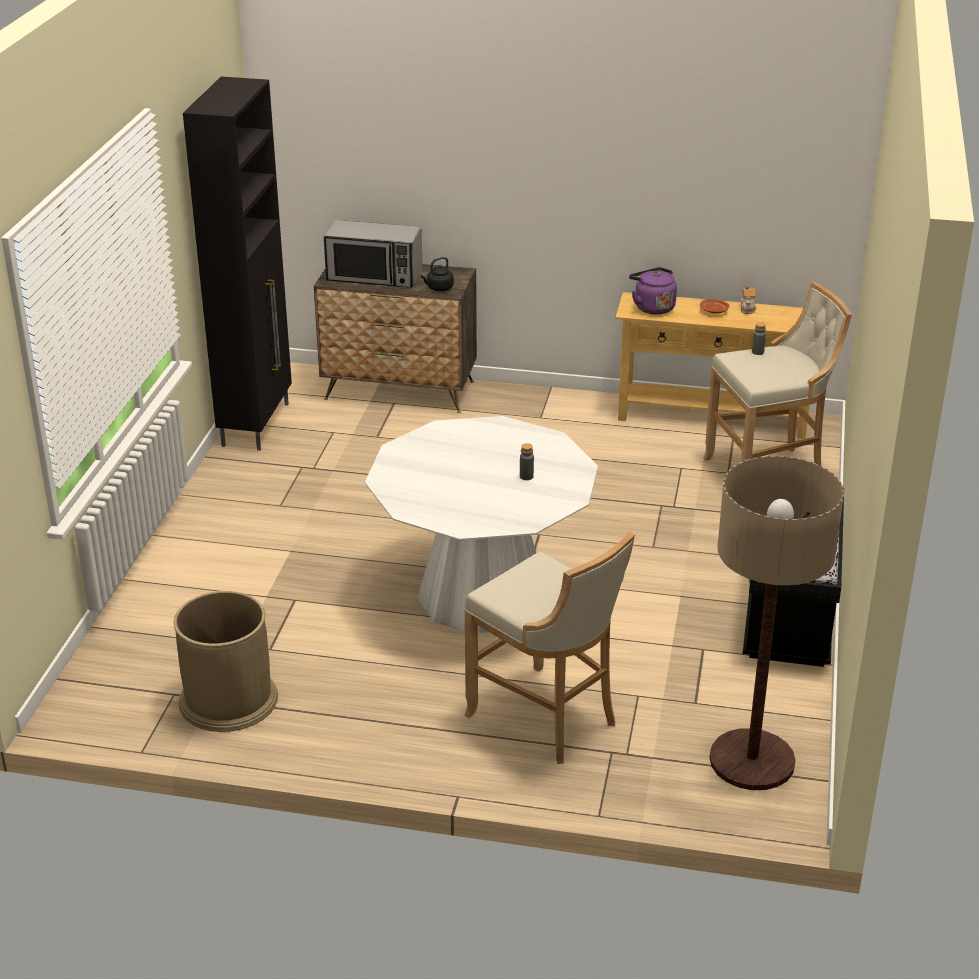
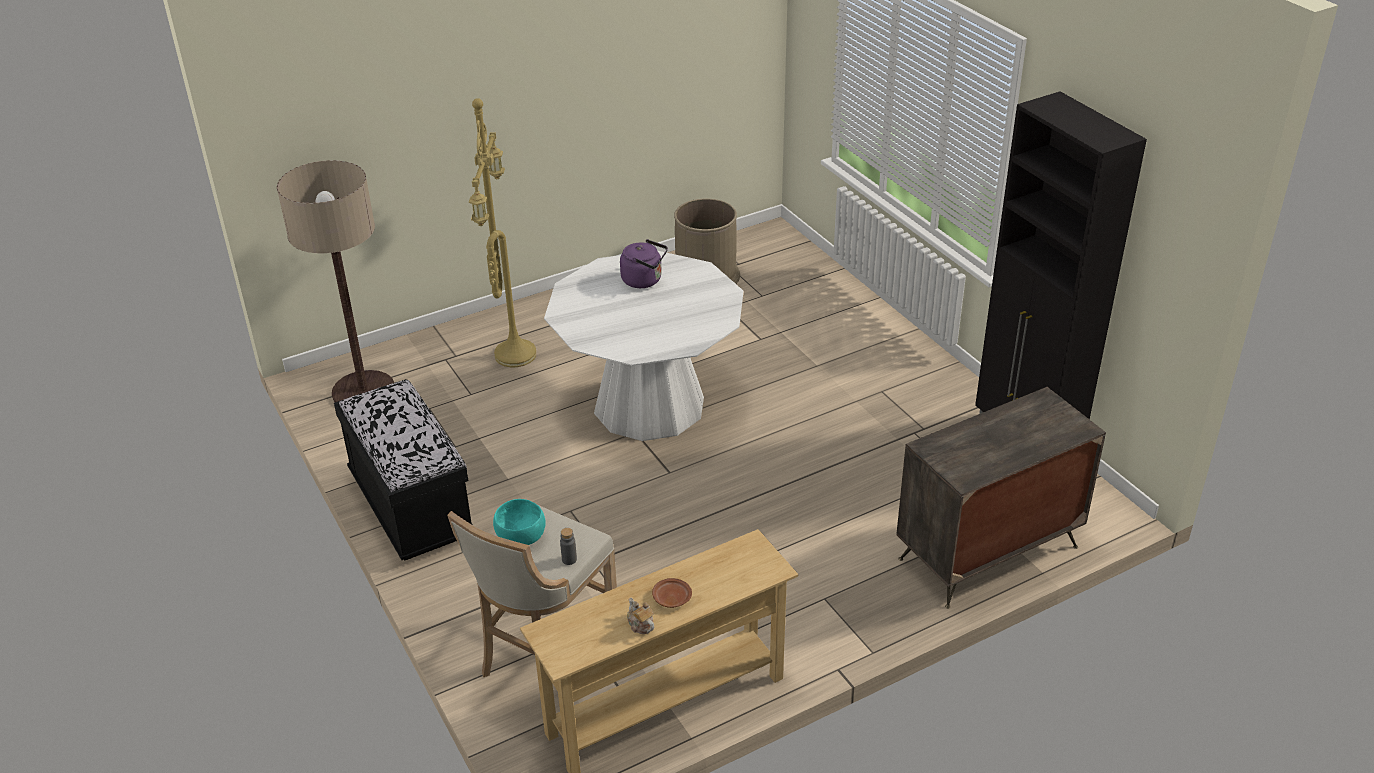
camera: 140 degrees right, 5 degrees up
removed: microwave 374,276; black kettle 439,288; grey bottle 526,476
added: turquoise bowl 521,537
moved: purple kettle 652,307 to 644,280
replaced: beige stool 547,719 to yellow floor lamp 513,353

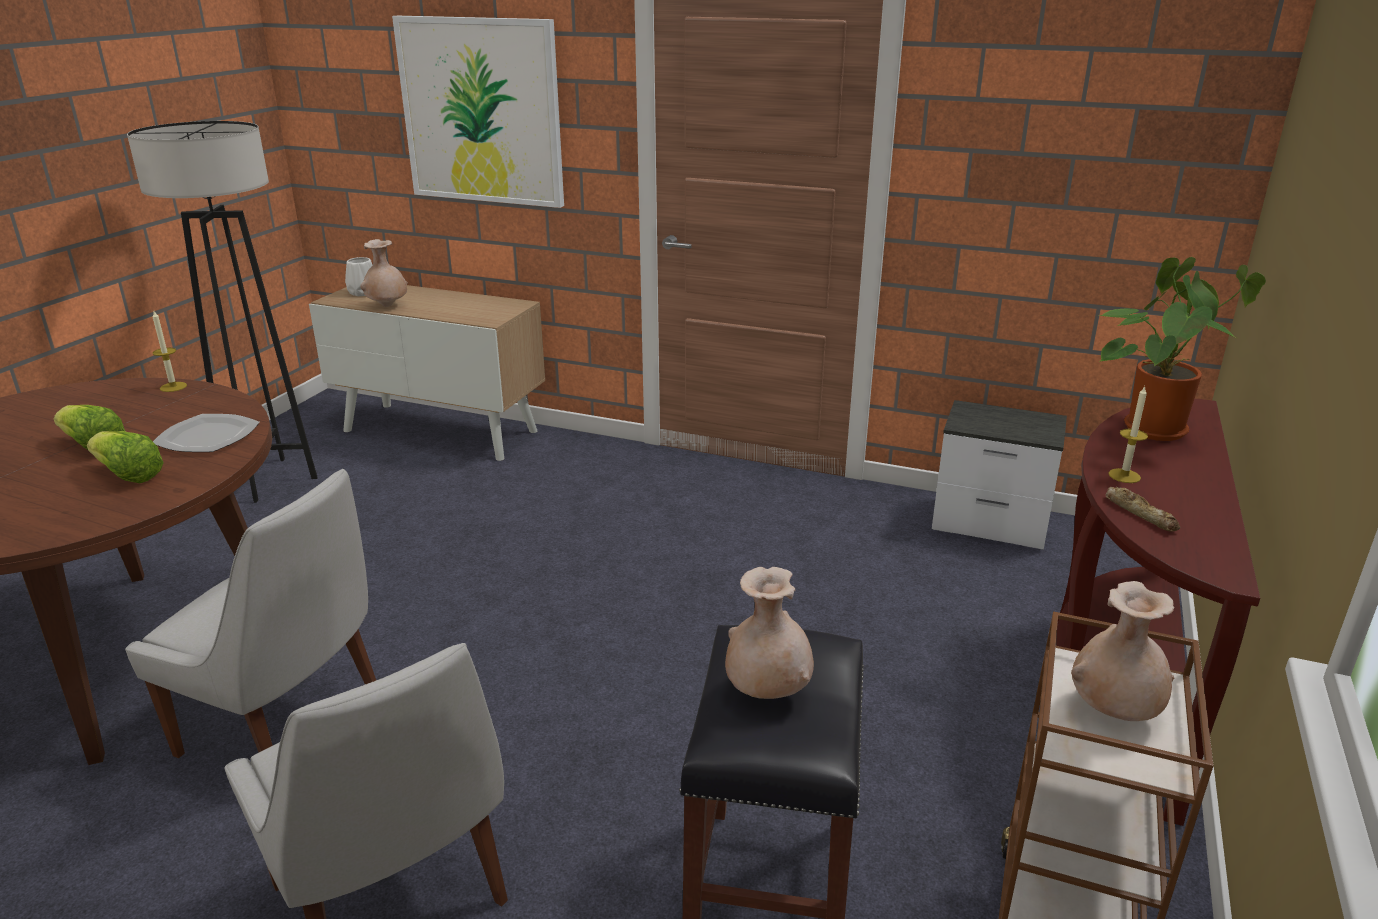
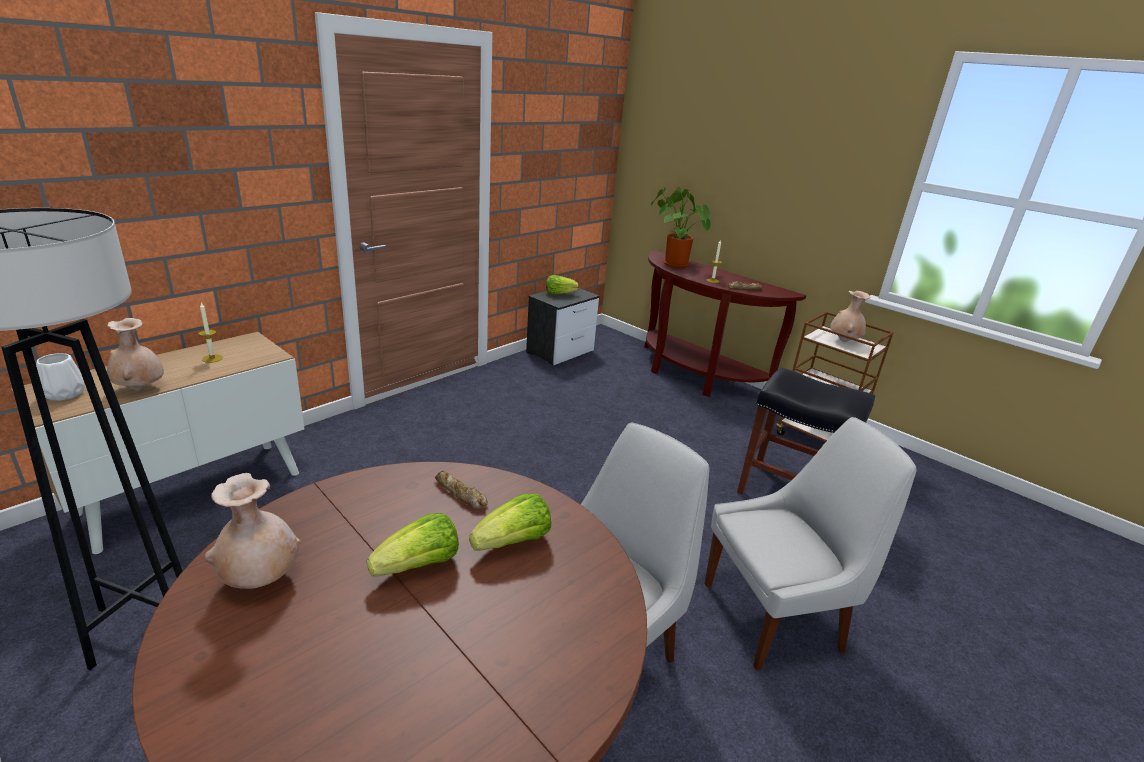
camera: 70 degrees left, 0 degrees up
removed: picture 481,111
added: lettuce 559,294
moved: candle 173,387 to 212,358; beige vase 767,691 to 260,578
replaced: plate 208,437 to bread 460,494

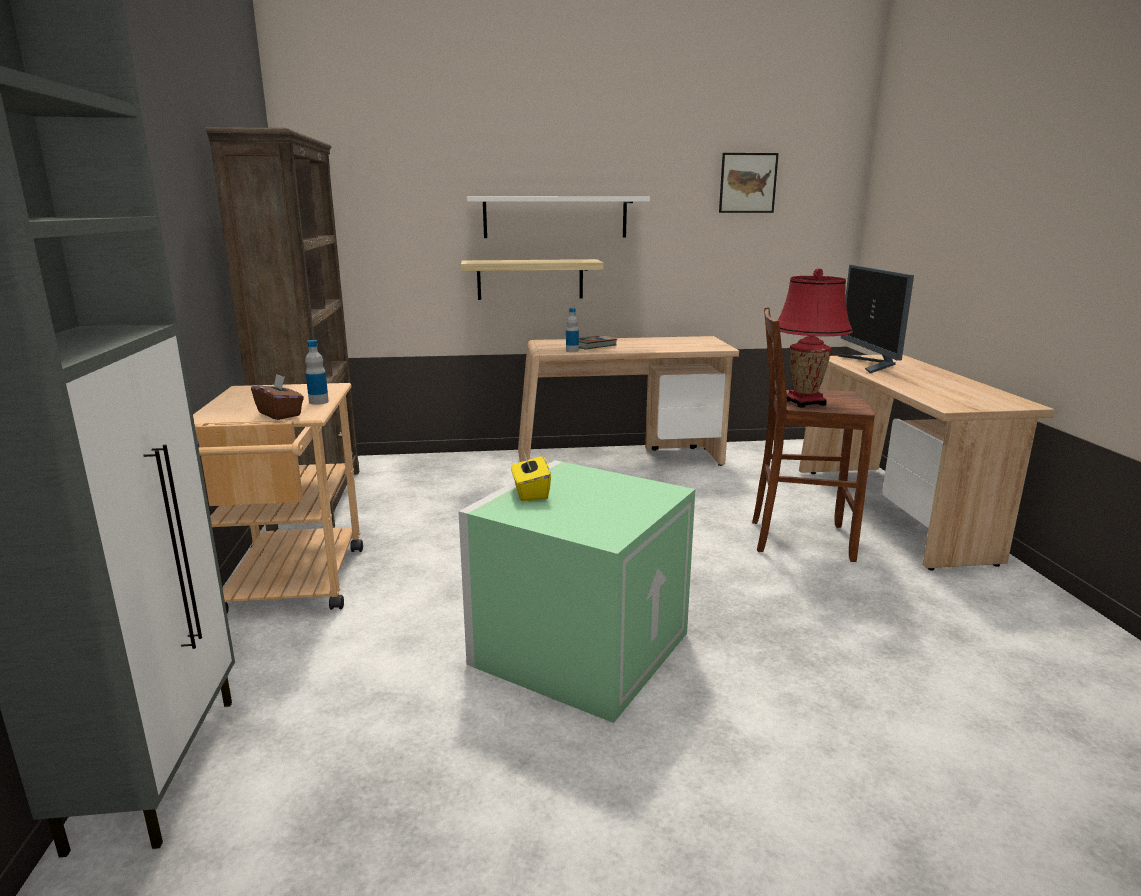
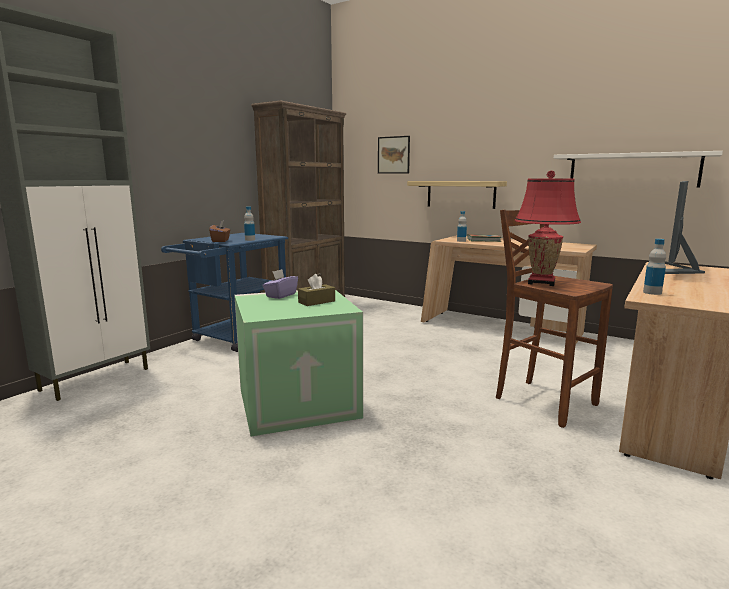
camera: 40 degrees right, 5 degrees down
added: brown tissue box 316,302; bottle 652,292
moved: white shelf 555,217 to 632,170; picture 747,183 to 393,155
recoloured: beige cart 291,588 to blue cart 235,339; yellow tissue box 530,493 to purple tissue box 280,295

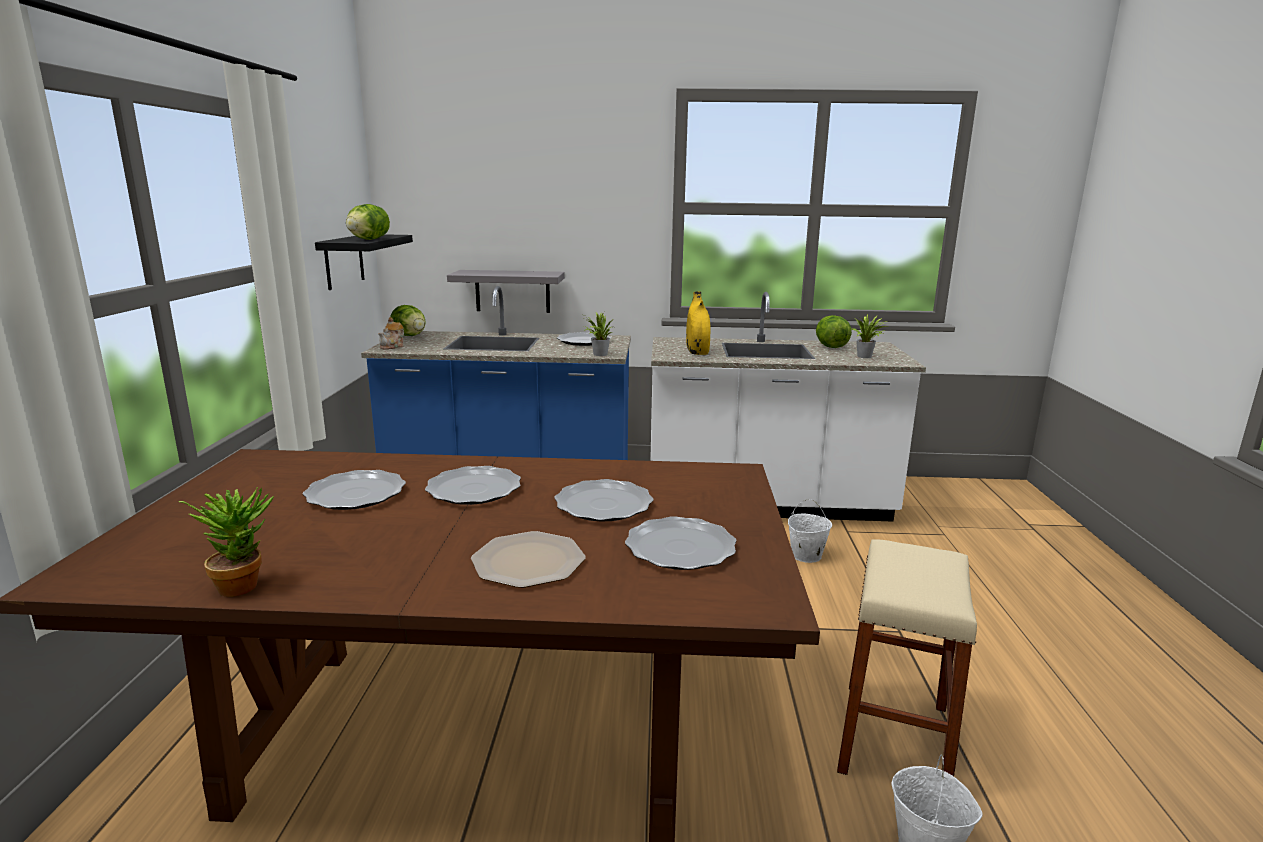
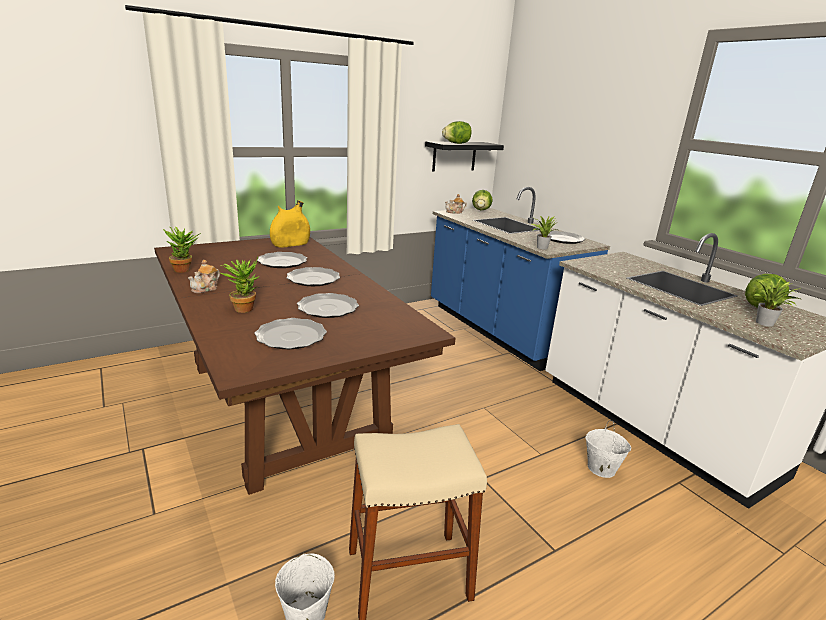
camera: 55 degrees right, 5 degrees up
removed: grey shelf 512,291
added: teapot 206,289
moved: yellow vase 697,351 to 290,244
replaced: plate 529,561 to potted plant 244,307

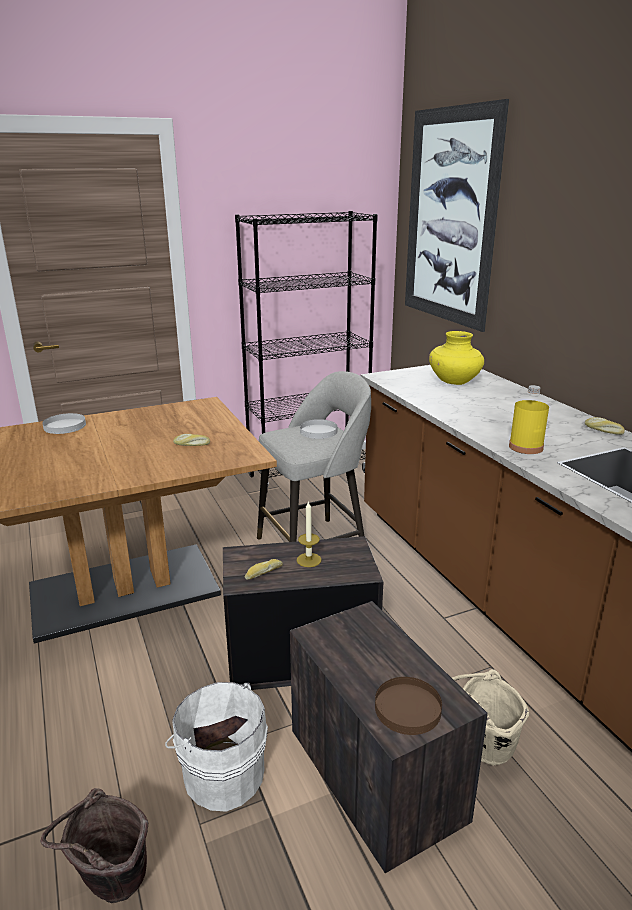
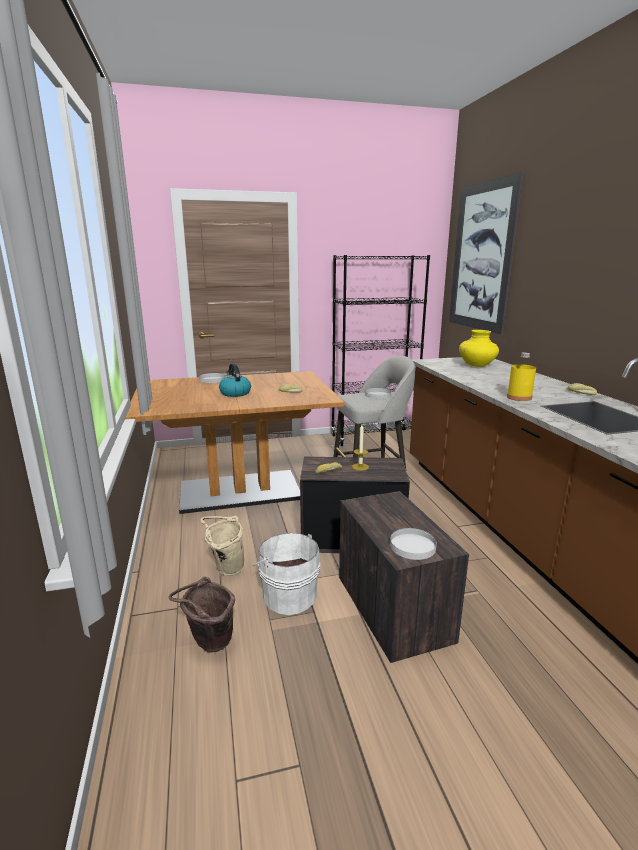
camera: 10 degrees right, 5 degrees down
added: kettle 235,393
moved: beige bucket 482,751 to 225,569
recoloured: brown plate 407,708 to white plate 412,546

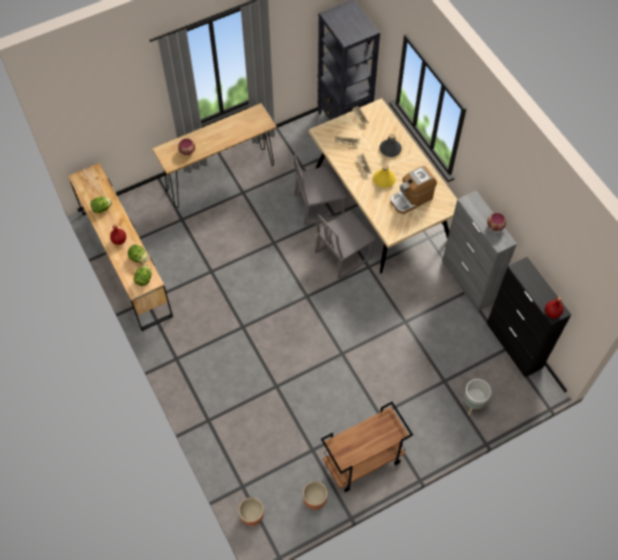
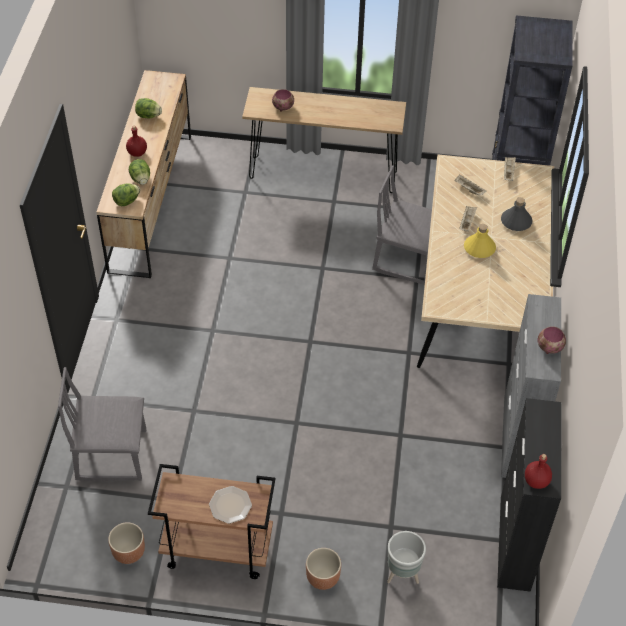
camera: 35 degrees right, 10 degrees down
removed: coffee machine 411,198
added: plate 230,505
moved: brown planter 251,515 to 322,577; grey chair 343,255 to 111,454

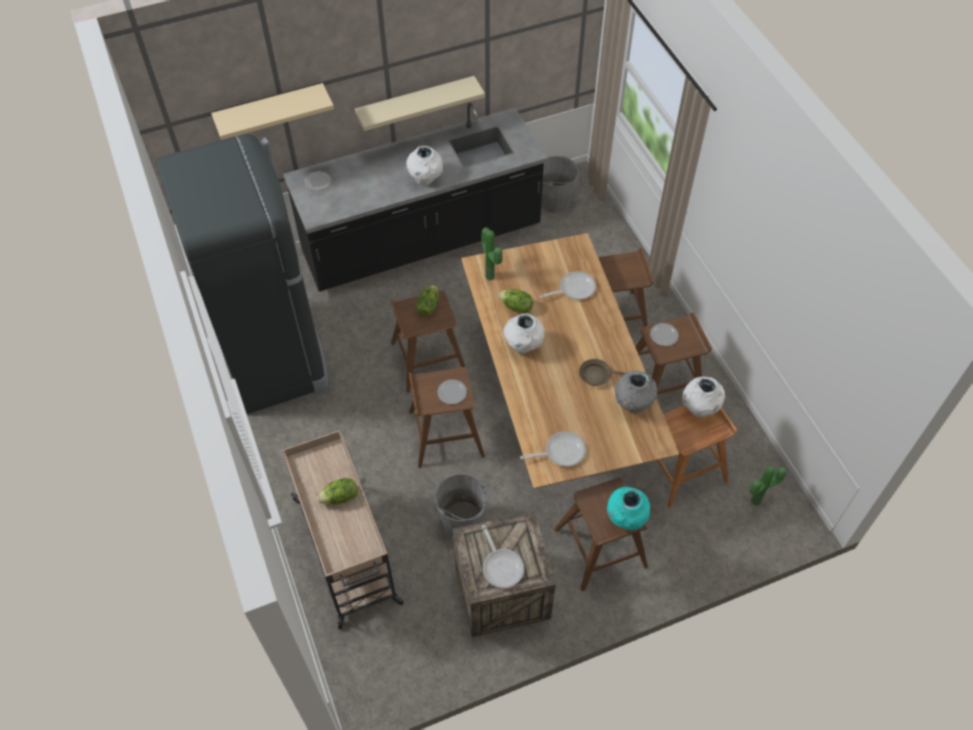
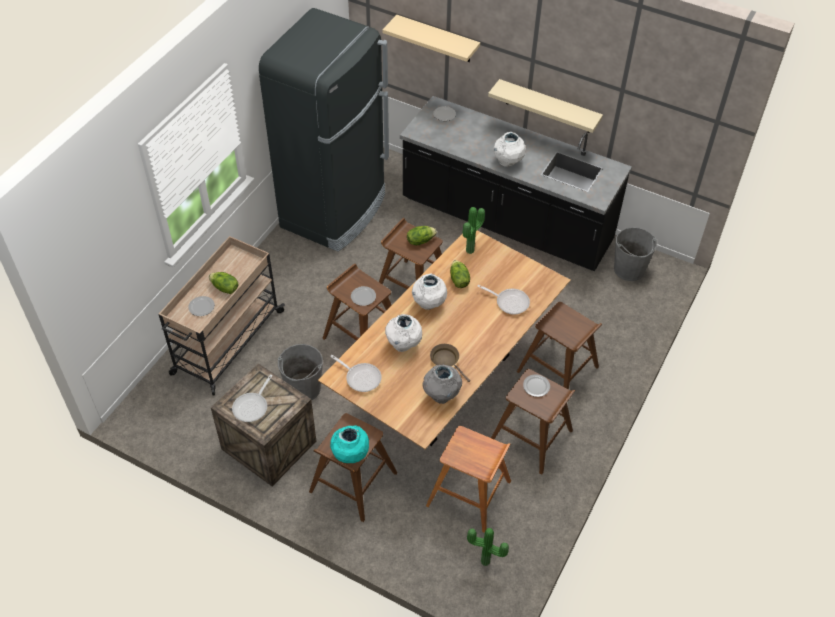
camera: 50 degrees right, 5 degrees down
added: plate 201,307
moved: white vase 699,409 to 403,345

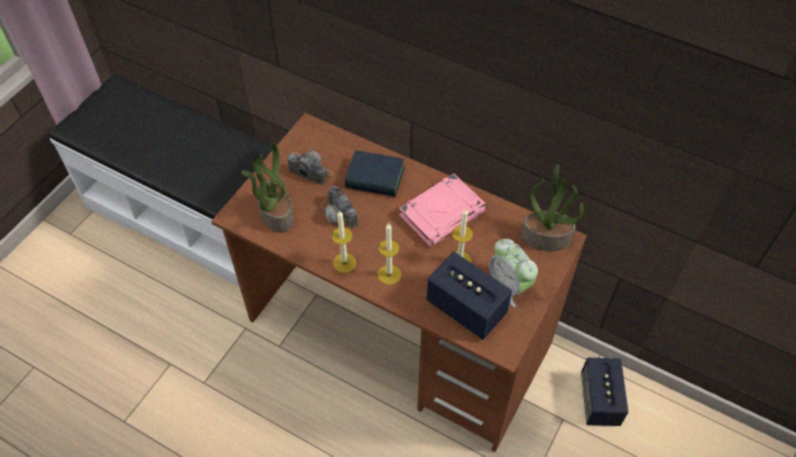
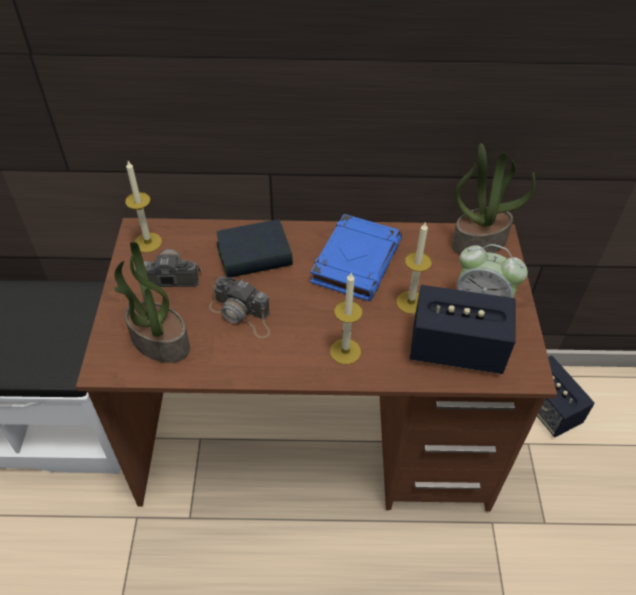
camera: 30 degrees left, 5 degrees down
moved: candle 344,263 to 148,242
recoloured: pink book 442,213 to blue book 356,261

